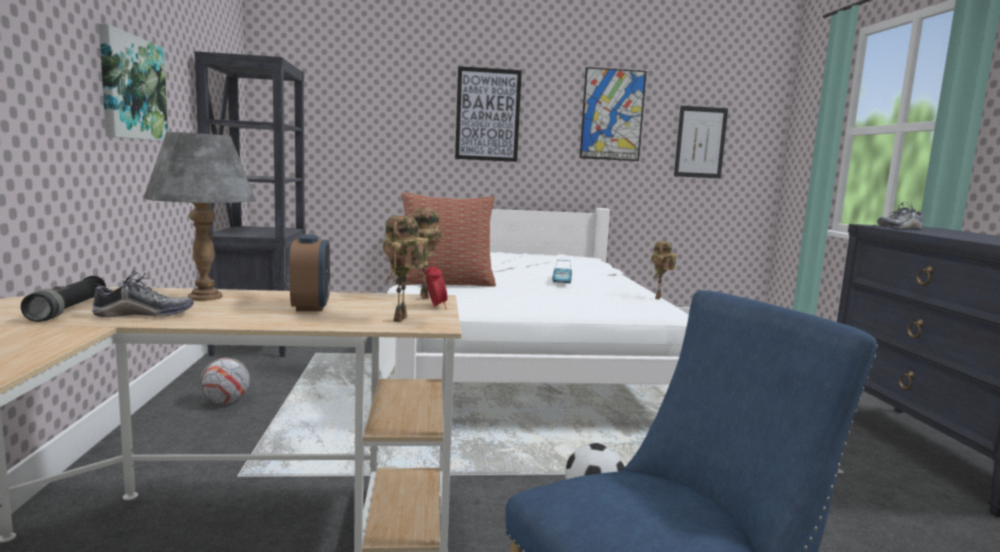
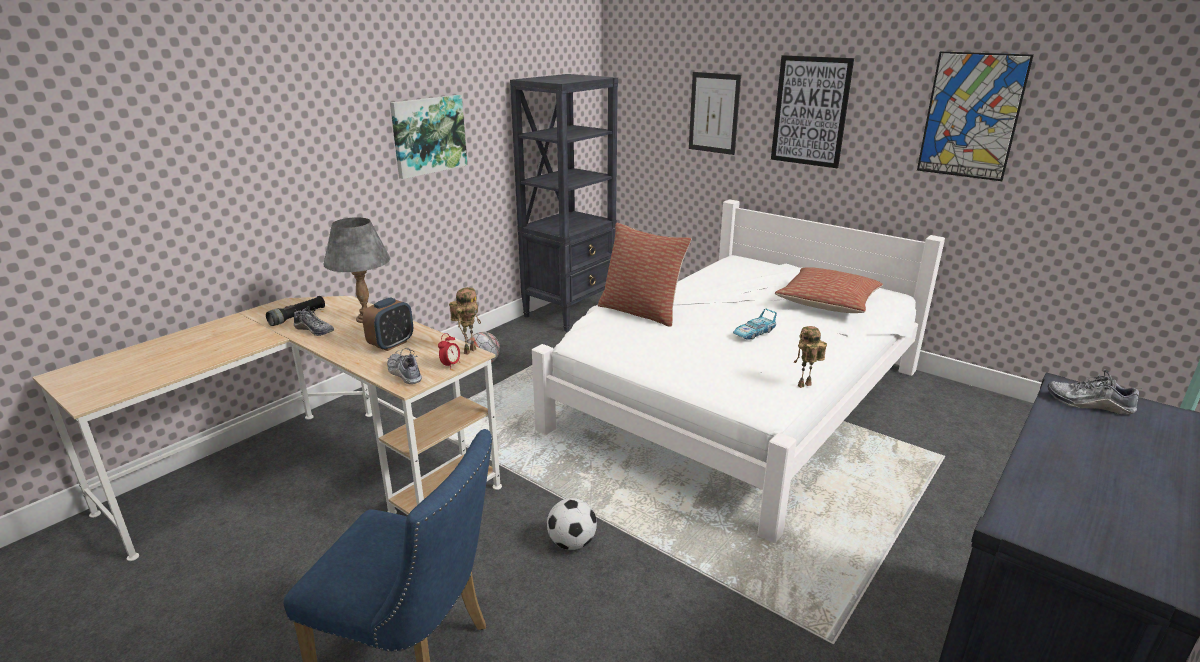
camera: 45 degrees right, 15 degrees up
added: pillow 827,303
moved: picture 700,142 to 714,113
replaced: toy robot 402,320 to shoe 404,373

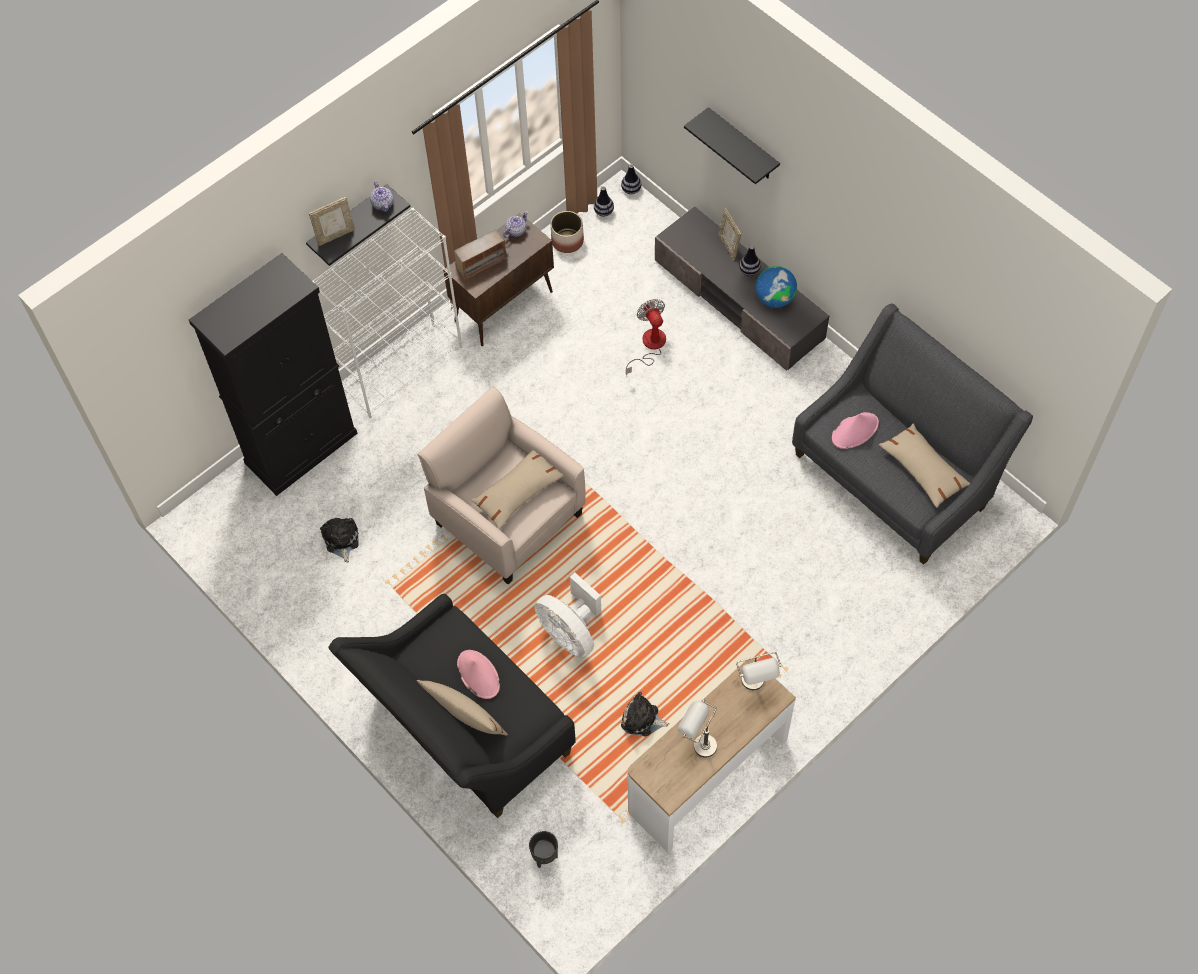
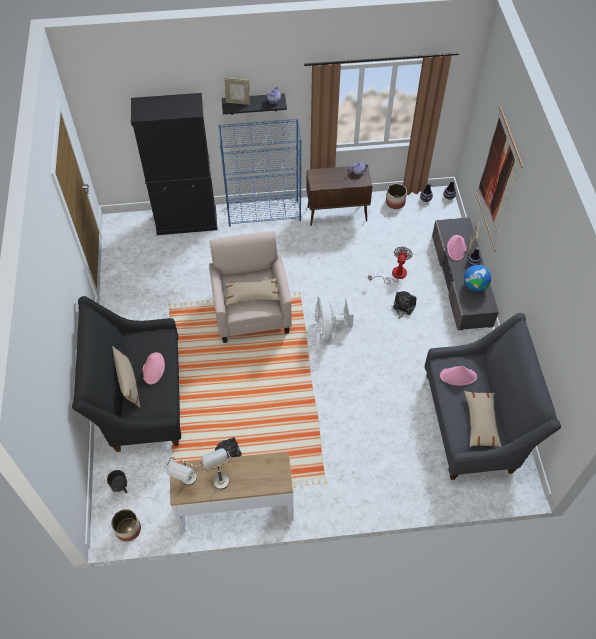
camera: 35 degrees right, 5 degrees down
removed: radio 481,262
added: planter 128,529; pink hat 456,248
moved: plush toy 341,540 to 403,306; white fan 570,633 to 329,328; grey table lamp 756,687 to 187,483
replaced: black shelf 743,145 to picture 498,181
recoloured: white bookcase 402,367 to blue bookcase 264,213

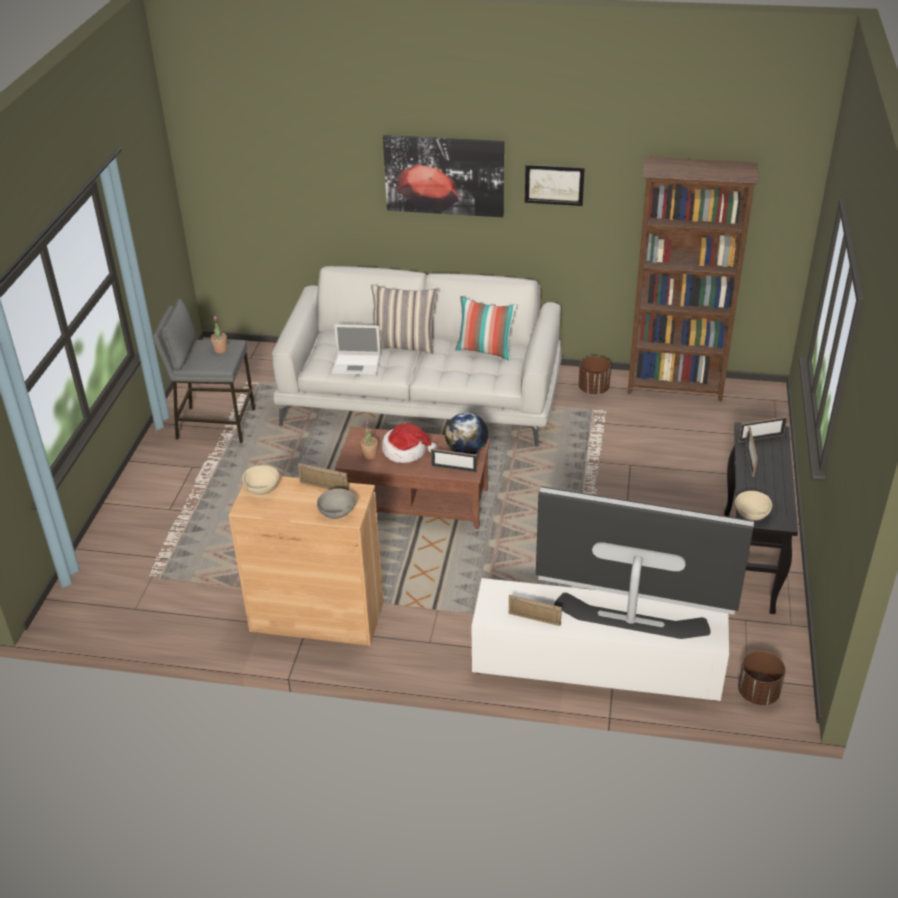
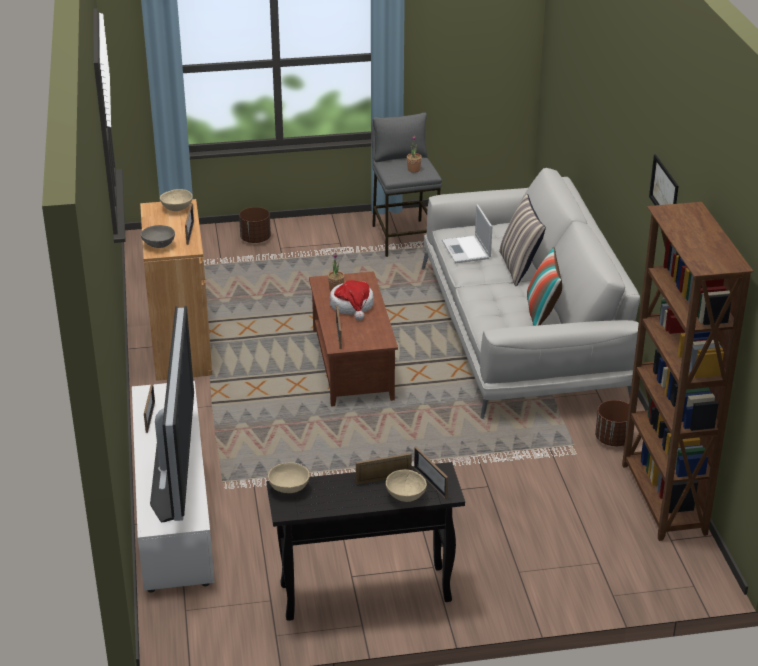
camera: 70 degrees right, 5 degrees down
removed: picture 444,175; globe 466,451
added: beige bowl 405,495
moved: brown planter 758,693 to 255,239

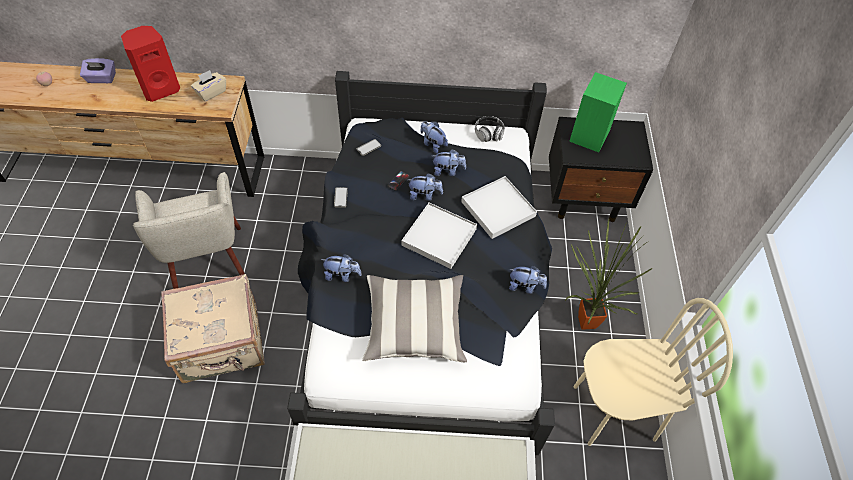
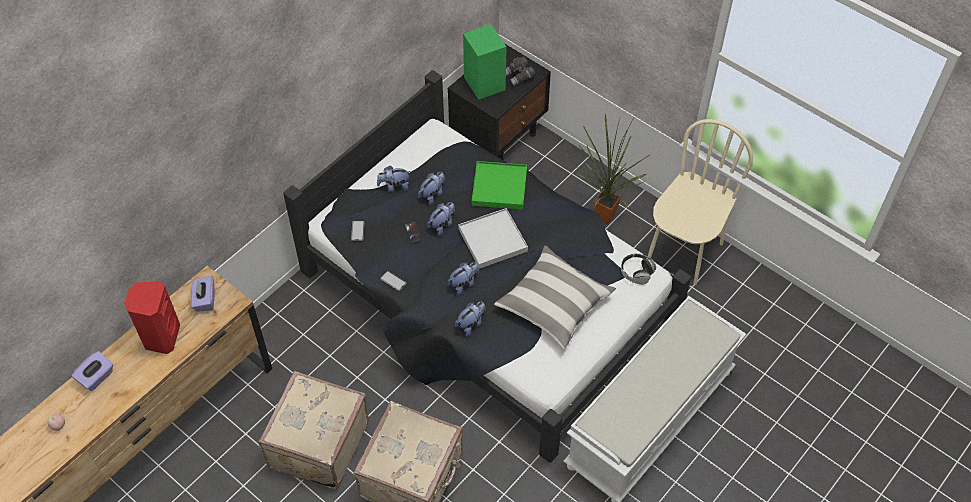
camera: 50 degrees left, 0 degrees up
added: grey binoculars 519,76
moved: headphones 488,134 to 636,273; plush toy 525,286 to 463,284
replaced: beige armchair 208,263 to beige suitcase 317,444
recoloured: beige tissue box 211,92 to purple tissue box 205,300; white tray 498,209 to green tray 499,187

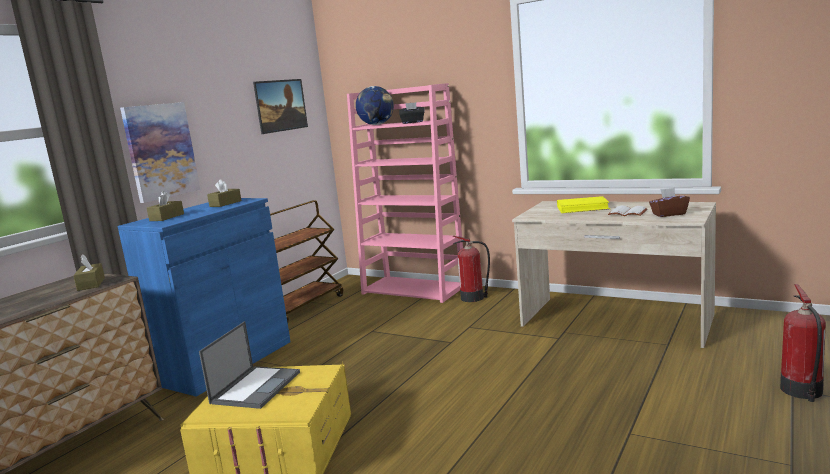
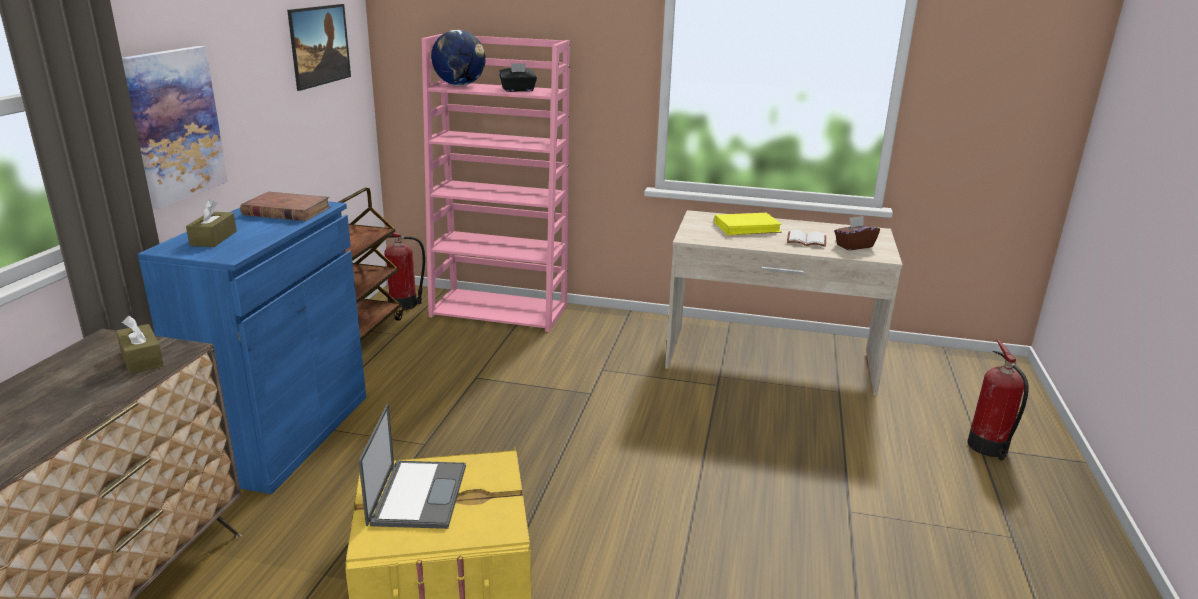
camera: 20 degrees left, 10 degrees up
moved: fire extinguisher 474,298 to 404,304
replaced: brown tissue box 225,203 to brown book 286,211

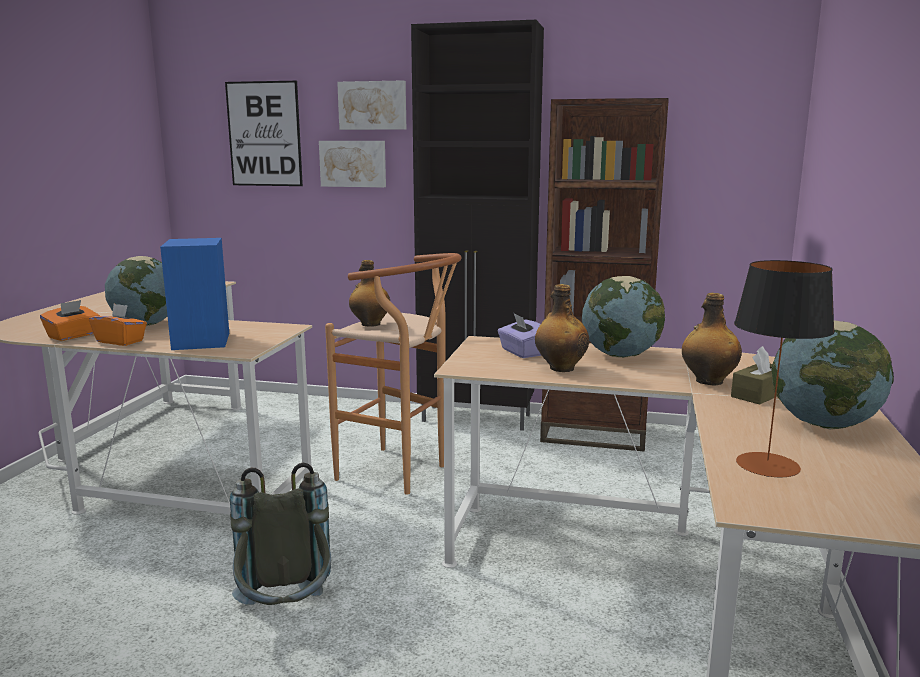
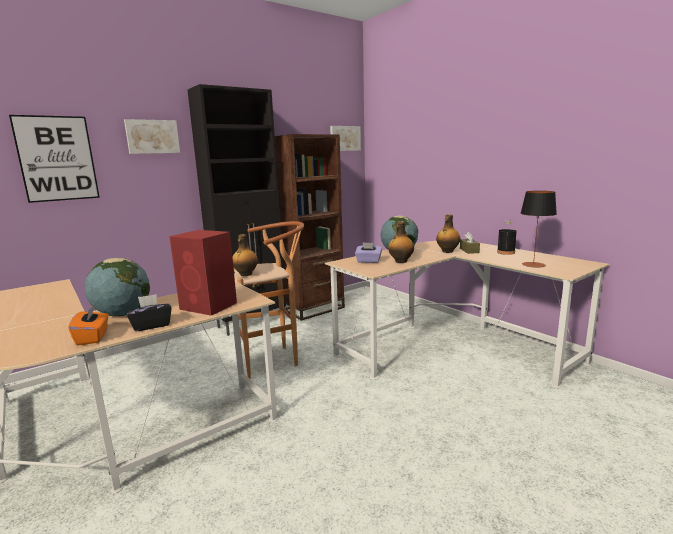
camera: 50 degrees left, 0 degrees up
removed: grey backpack 286,616
moved: picture 353,163 to 344,138
replaced: globe 824,424 to black bottle 506,252
recoloured: orange tissue box 120,341 to black tissue box 151,325; blue speaker 201,341 to red speaker 209,306

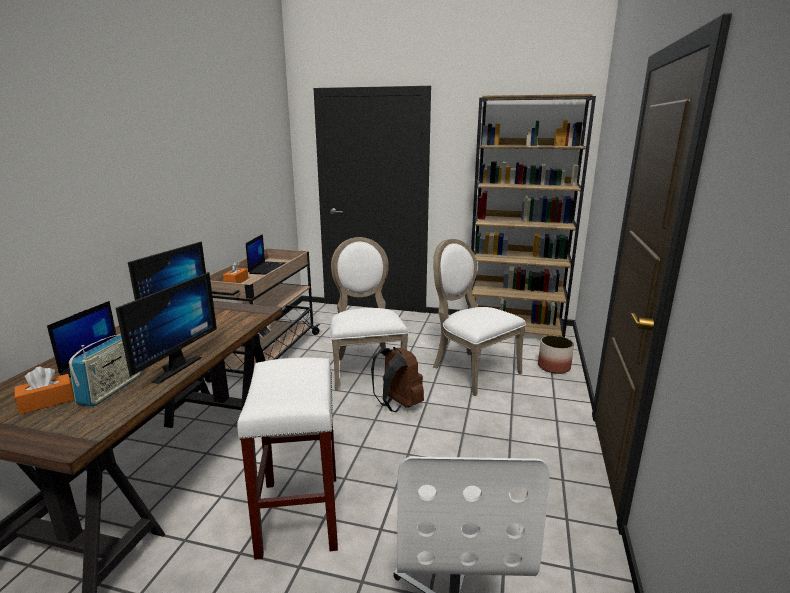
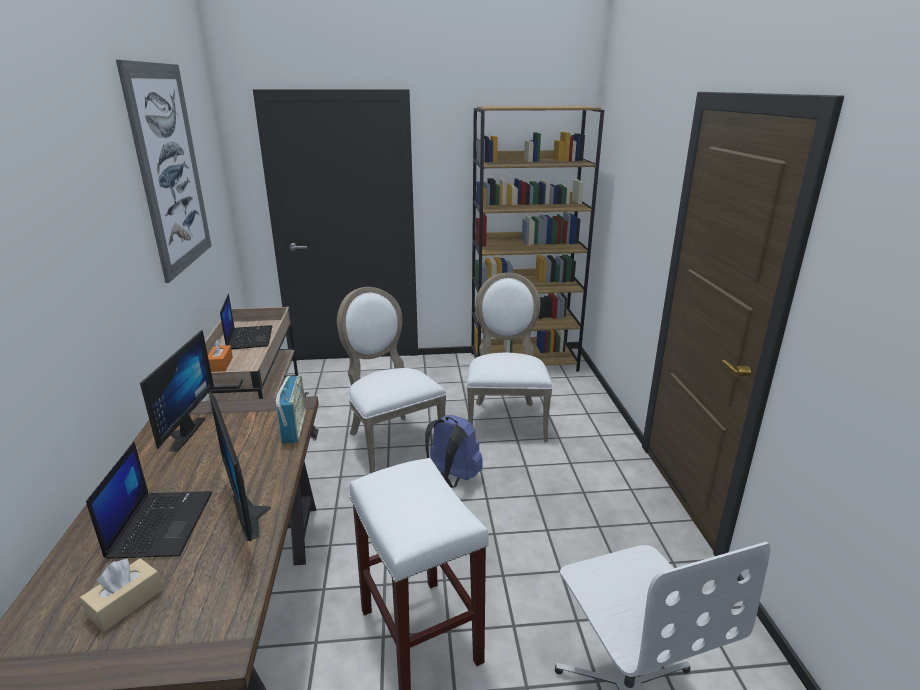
camera: 20 degrees left, 5 degrees up
removed: planter 553,367
added: picture 170,169
moved: radio 112,389 to 294,427
recoloured: orange tissue box 47,402 to beige tissue box 126,603; brown backpack 397,405 to blue backpack 452,478
turned: monitor 172,368 = 254,512 150 degrees clockwise; white chair 471,370 = 505,419 60 degrees clockwise

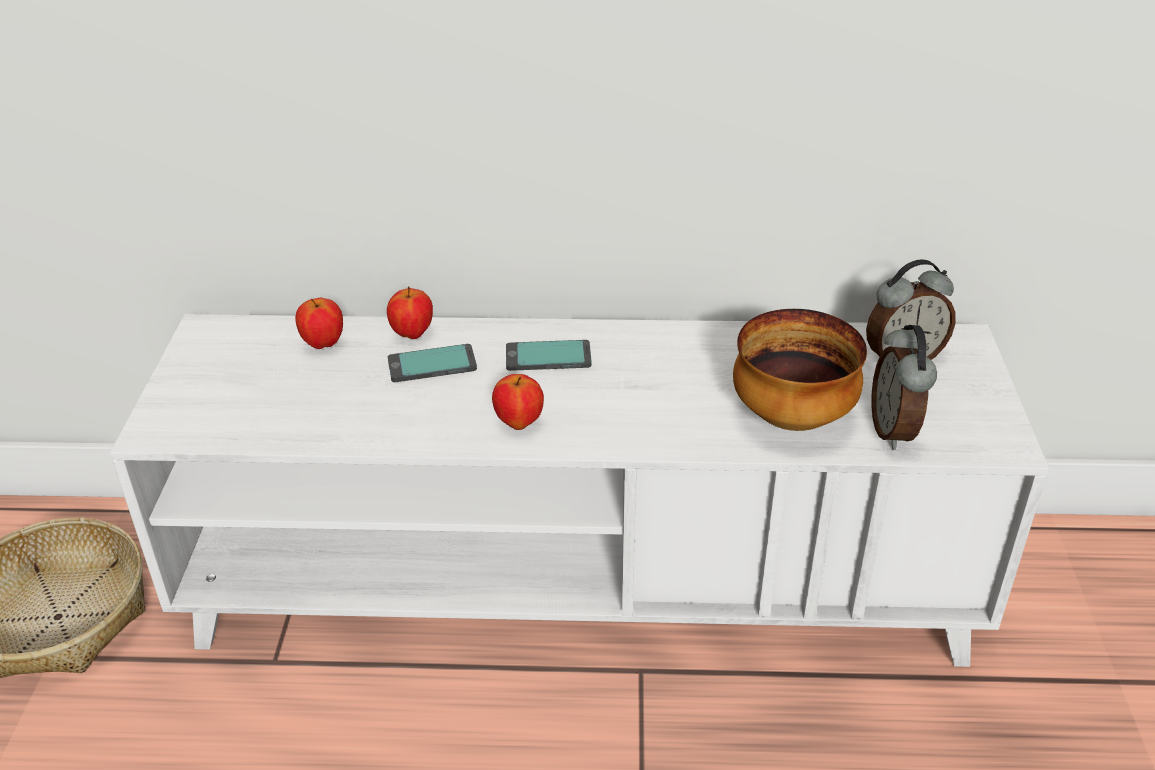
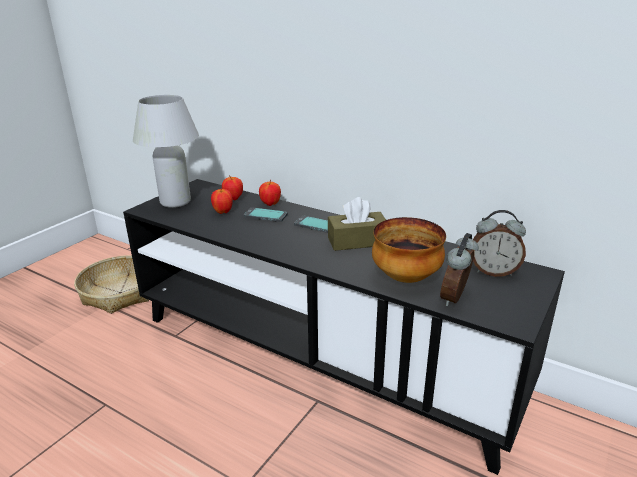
camera: 30 degrees right, 10 degrees down
added: white table lamp 175,202; brown tissue box 357,241
moved: apple 519,423 to 223,212
recoloured: white tv stand 580,586 to black tv stand 319,355

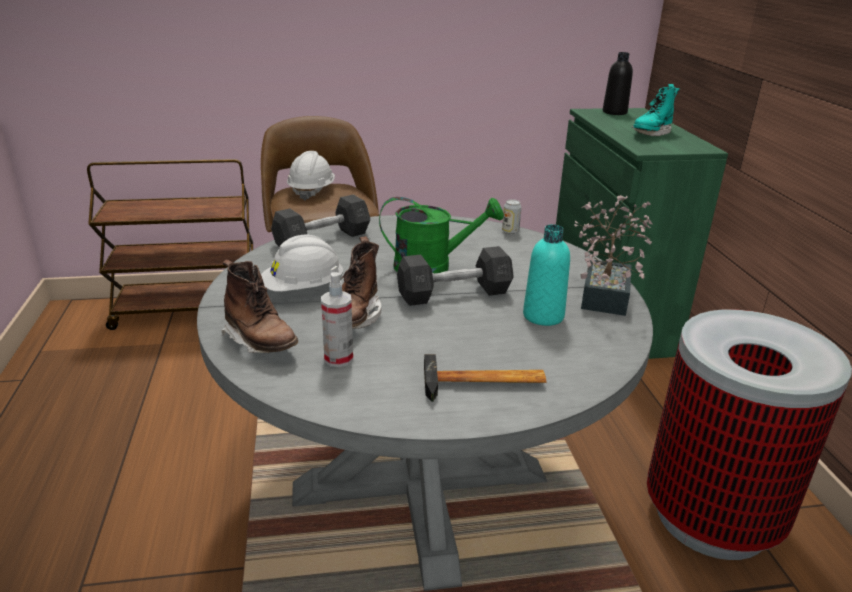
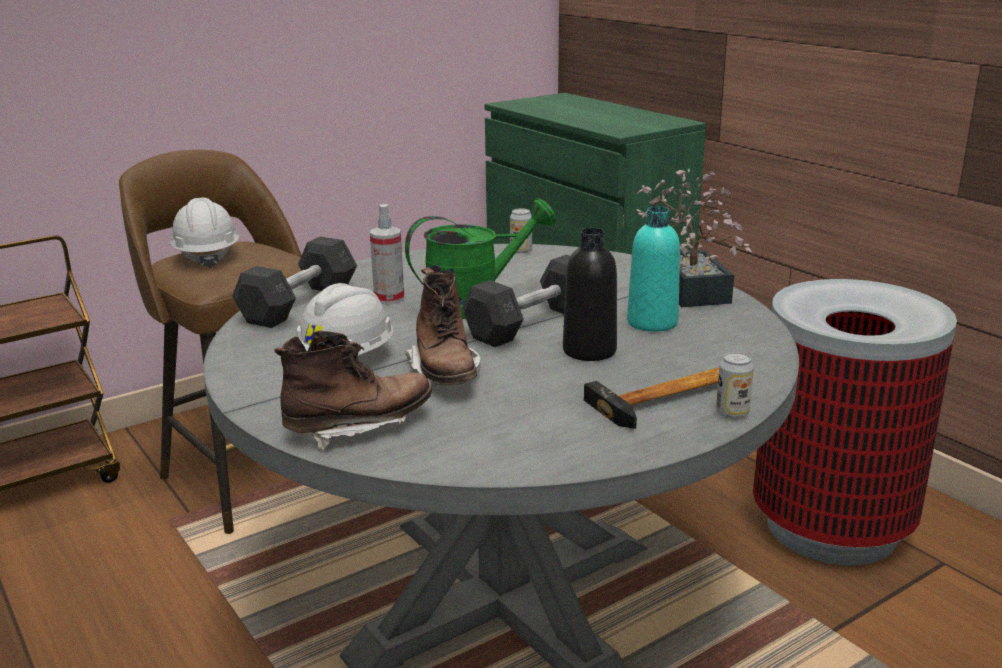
camera: 25 degrees left, 5 degrees down
removed: turquoise boot 651,133
added: can 732,412
moved: spray bottle 338,358 to 389,299; black bottle 614,112 to 589,351
turned: brown boot 261,341 = 359,427 45 degrees counterclockwise

